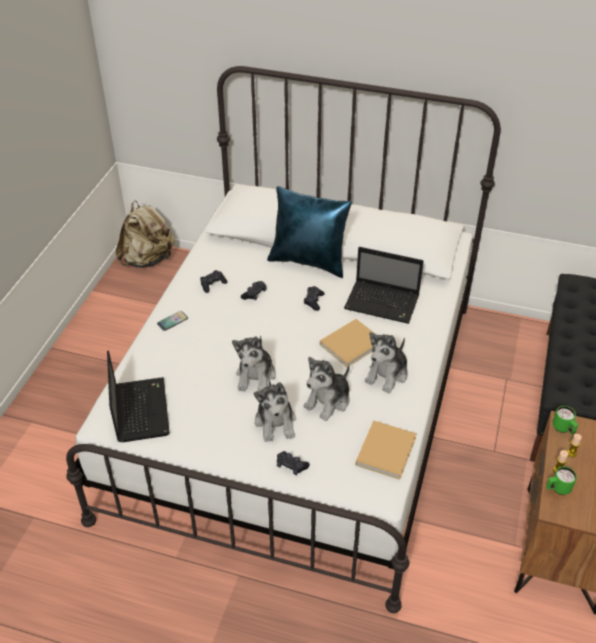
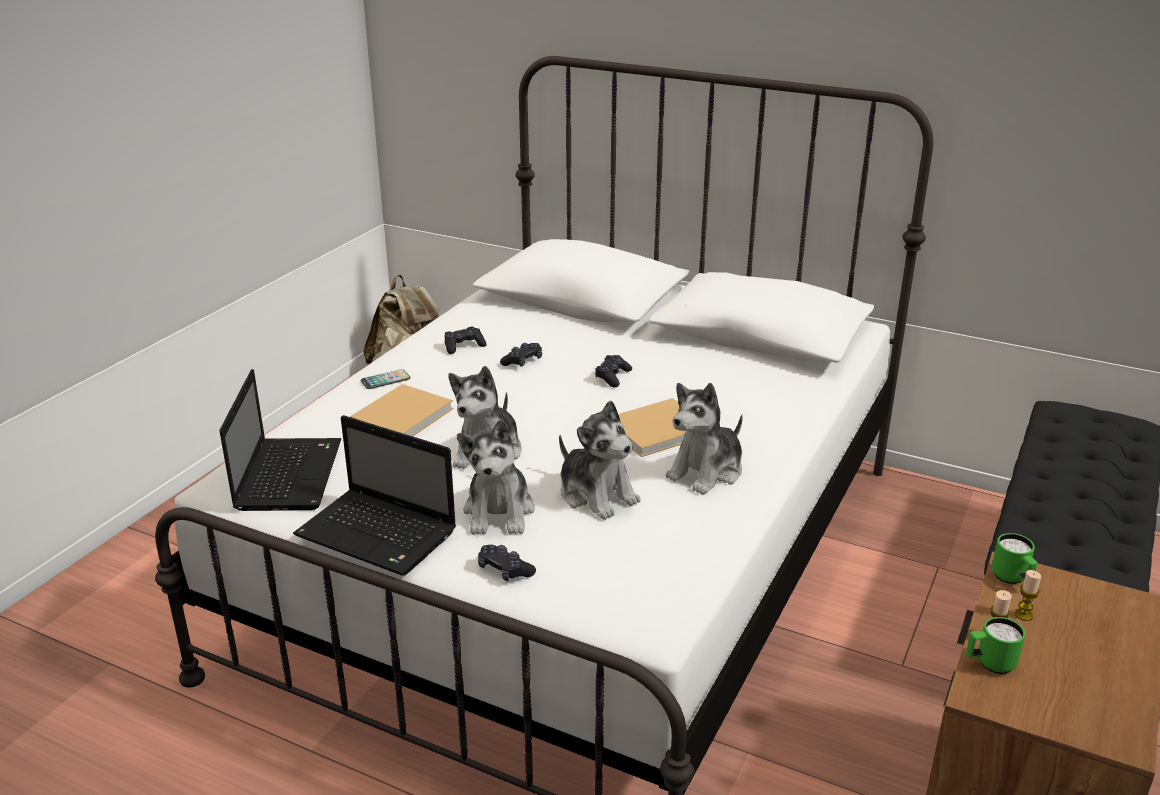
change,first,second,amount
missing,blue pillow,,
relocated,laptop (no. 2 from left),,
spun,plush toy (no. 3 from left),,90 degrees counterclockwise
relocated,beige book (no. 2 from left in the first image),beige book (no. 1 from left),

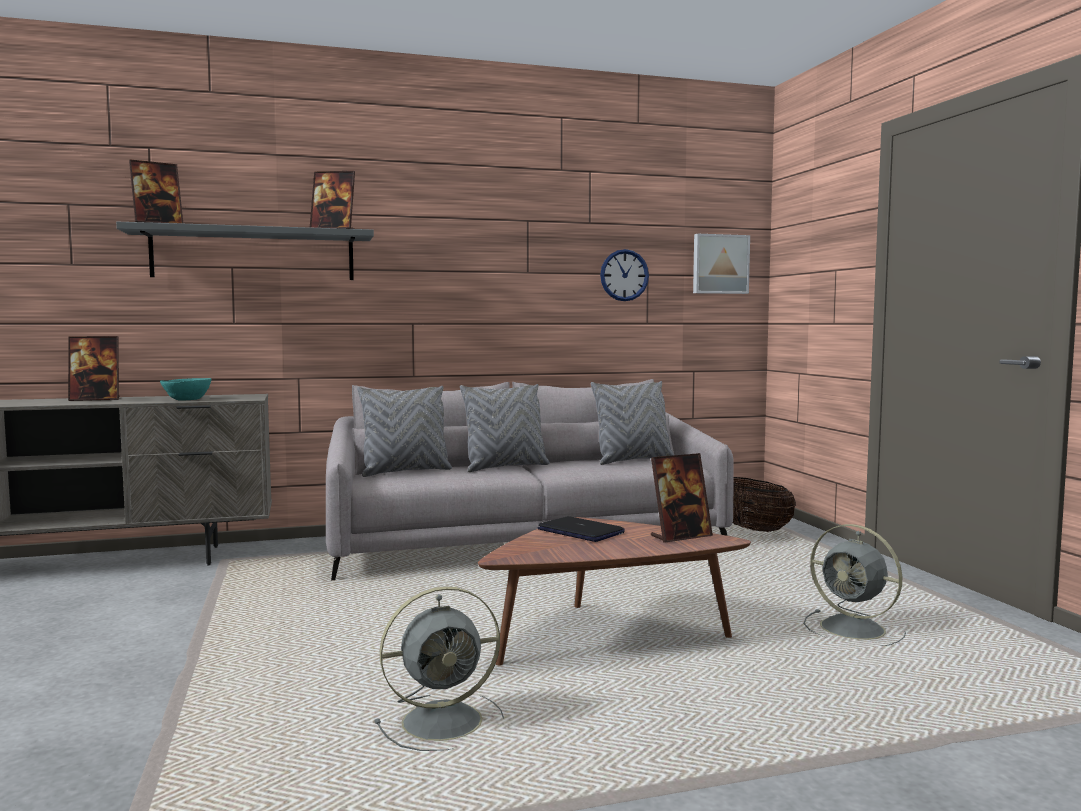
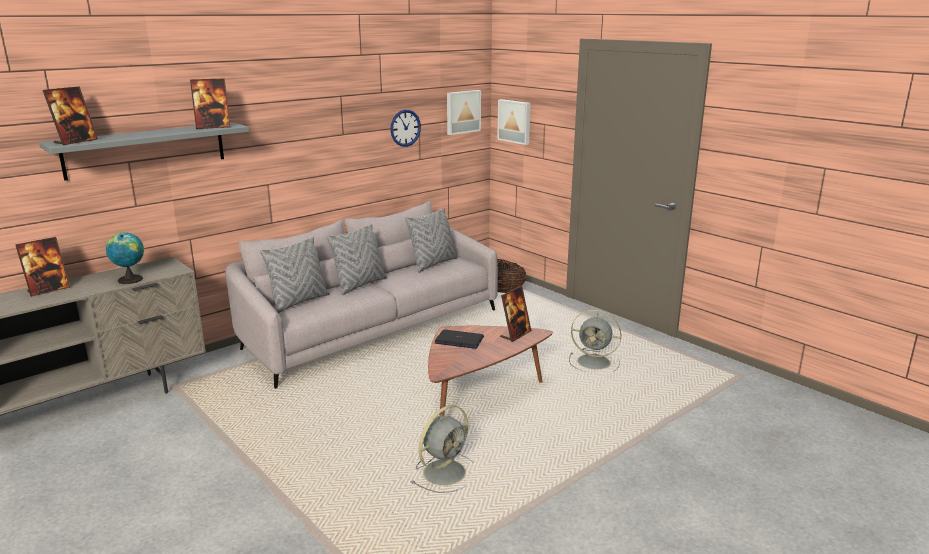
change,first,second,amount
exchanged,turquoise bowl,globe,
appeared,,picture (no. 2 from left),

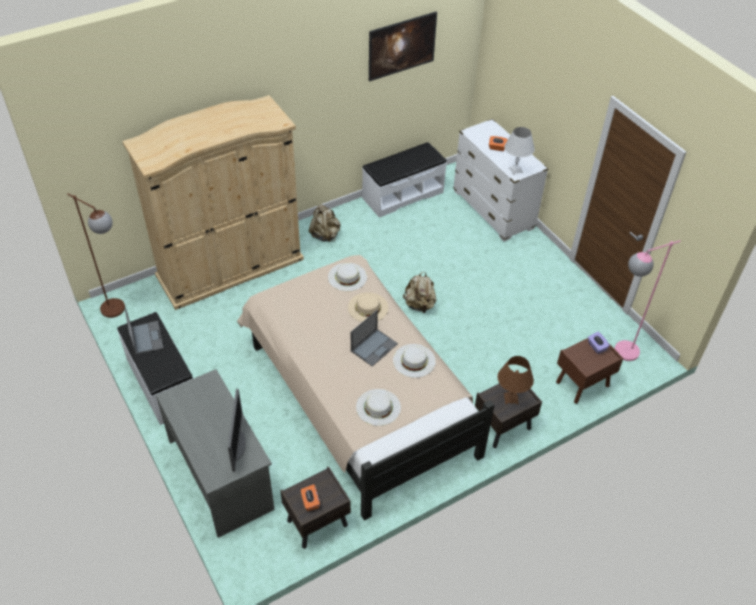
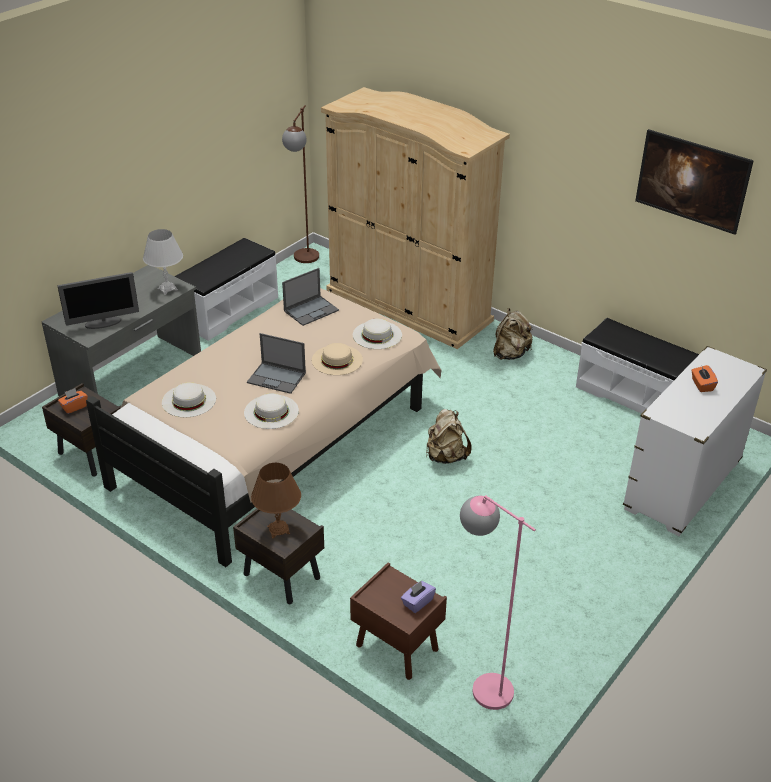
change,first,second,amount
relocated,white table lamp,,
relocated,laptop (no. 1 from left in the first image),laptop (no. 2 from left),

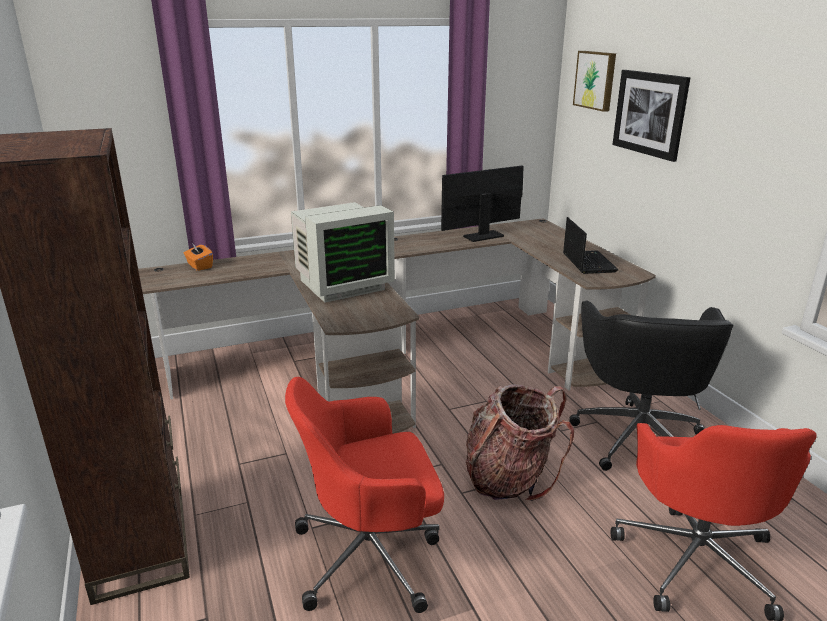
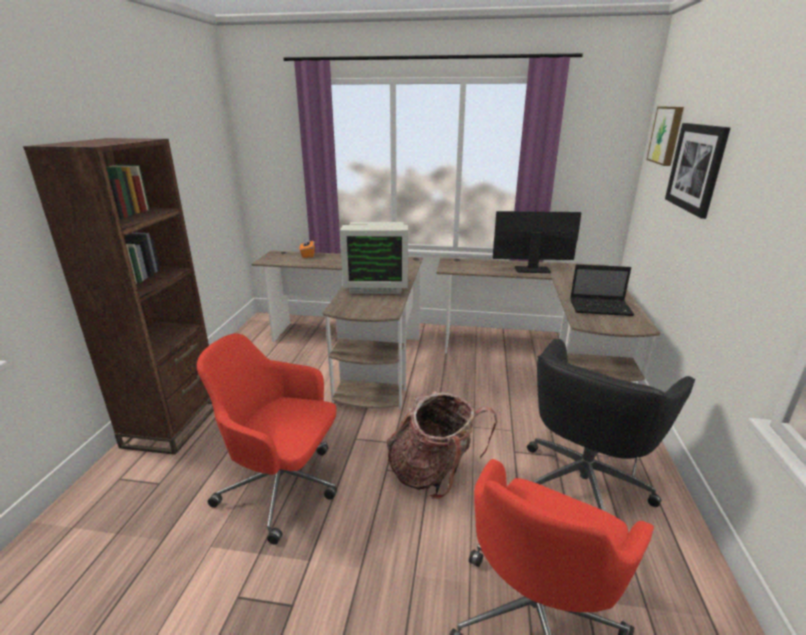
change,first,second,amount
spun,laptop,,75 degrees clockwise

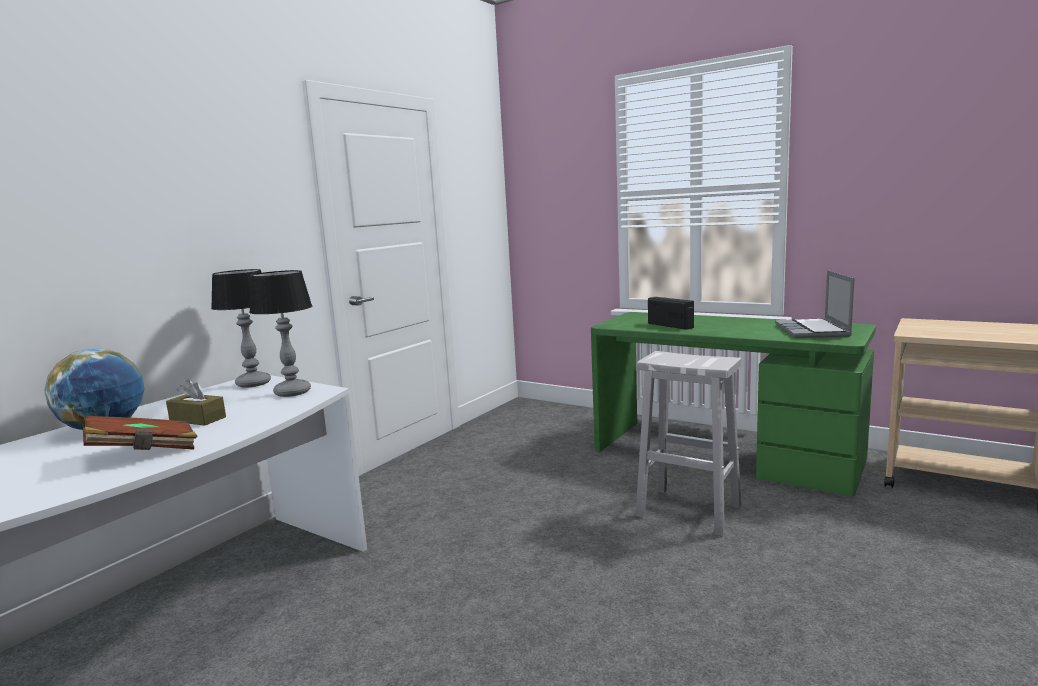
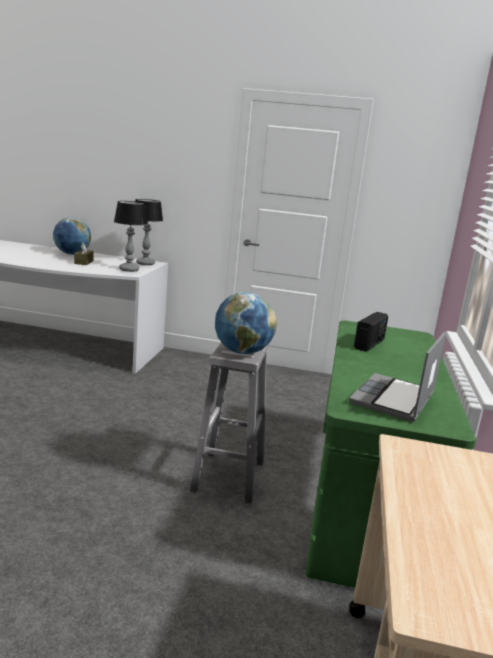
change,first,second,amount
spun,laptop,,45 degrees counterclockwise
missing,brown book,,
appeared,,globe (no. 2 from left),

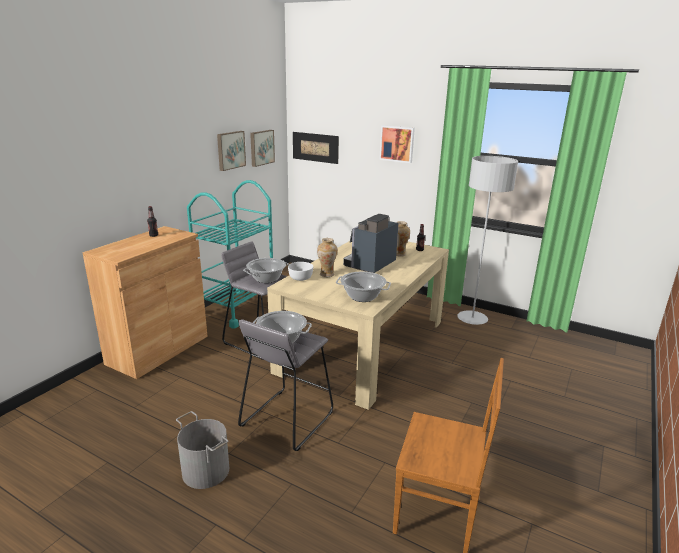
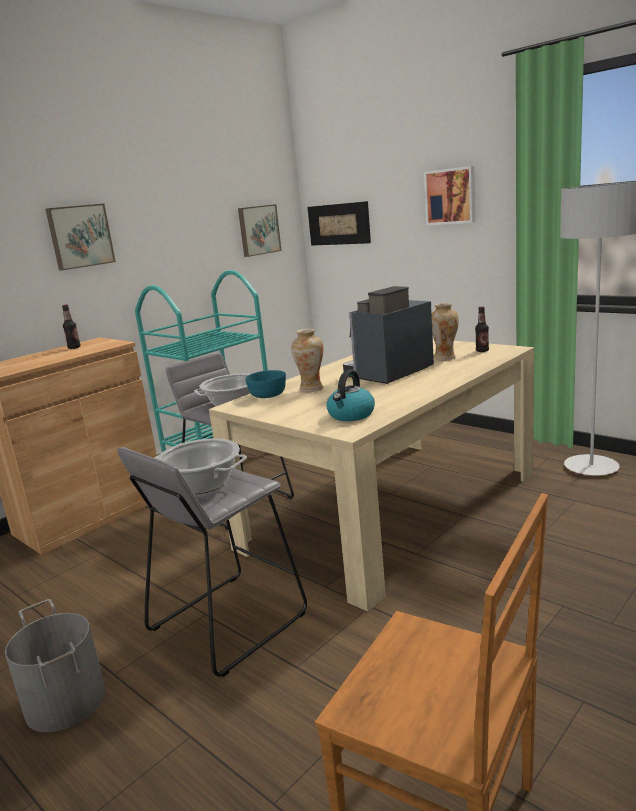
change,first,second,amount
relocated,picture (no. 1 from left),,
colour,white bowl,turquoise bowl,
exchanged,cooking pot (no. 3 from left),kettle,

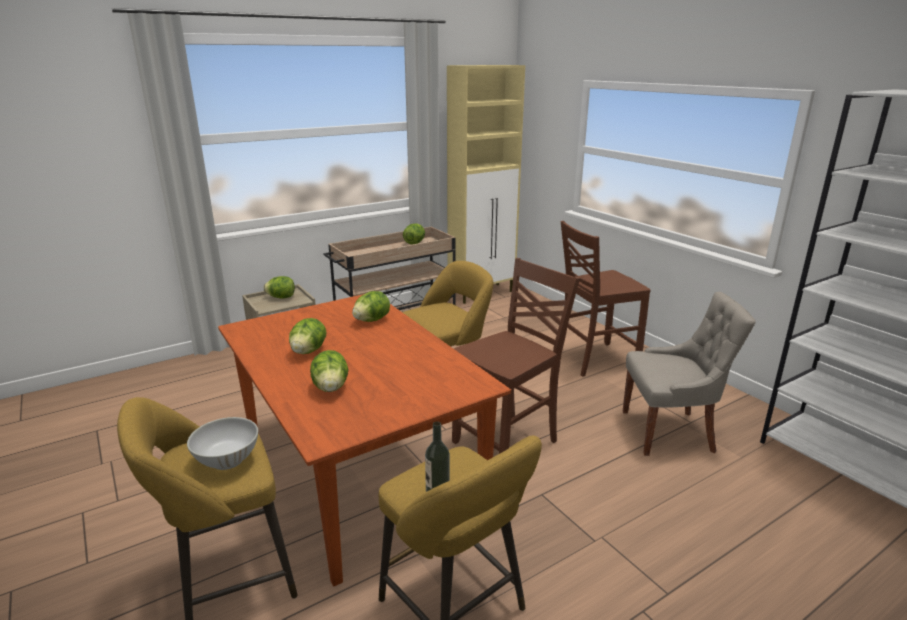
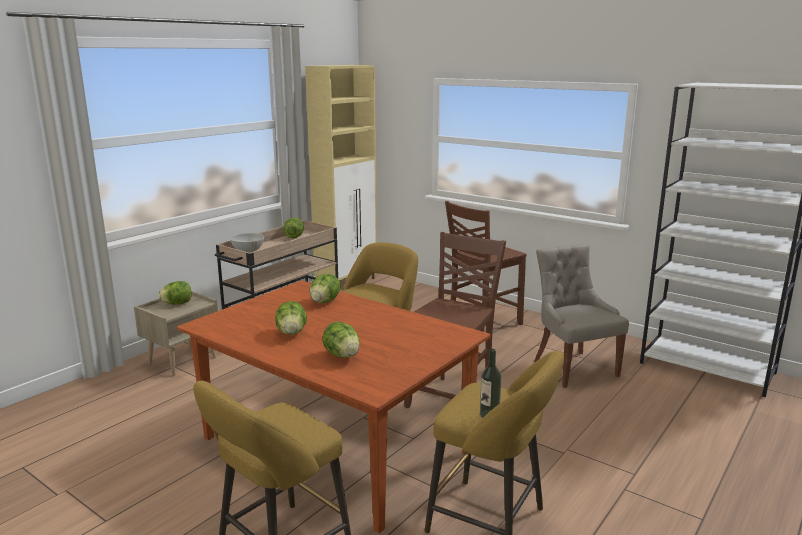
change,first,second,amount
spun,grey chair,,90 degrees counterclockwise
relocated,white bowl,,

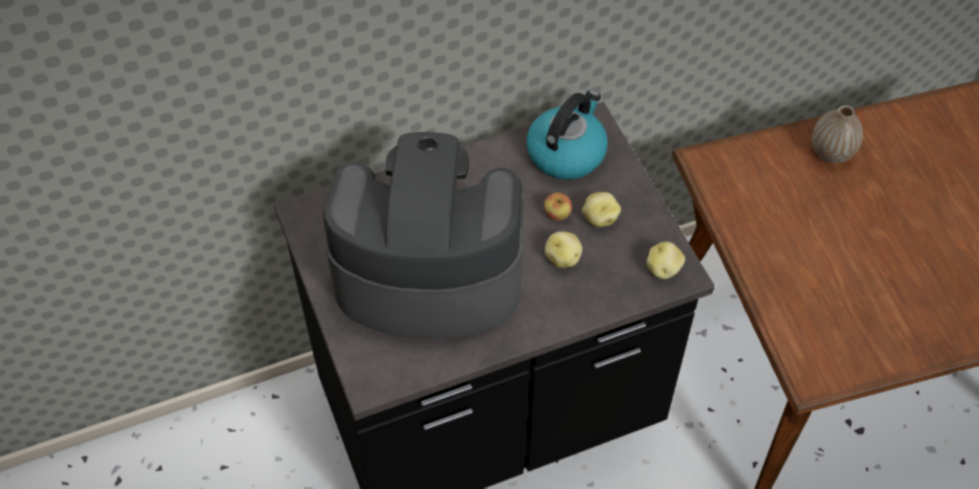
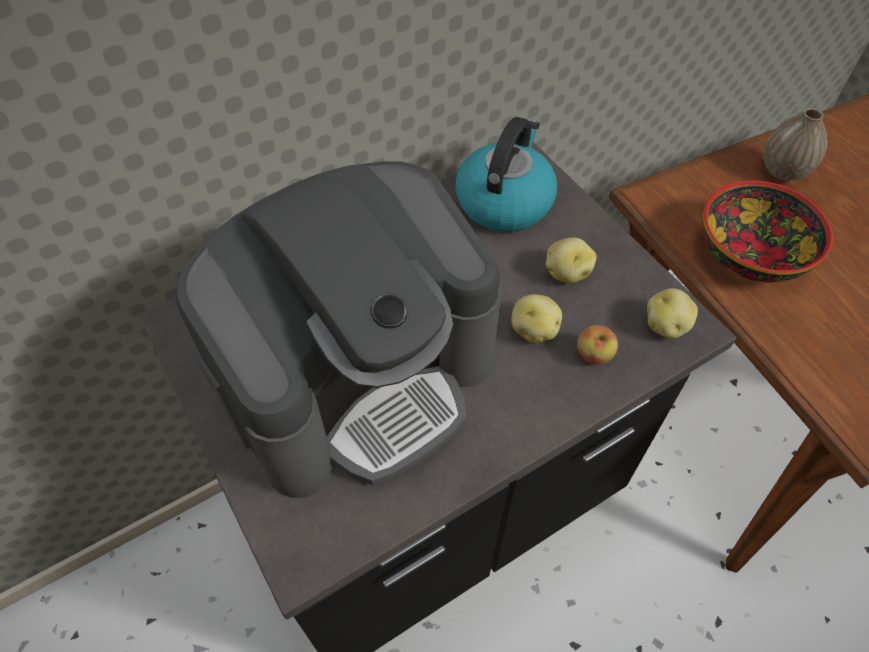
change,first,second,amount
spun,coffee machine,,150 degrees clockwise
relocated,apple,,
appeared,,bowl,

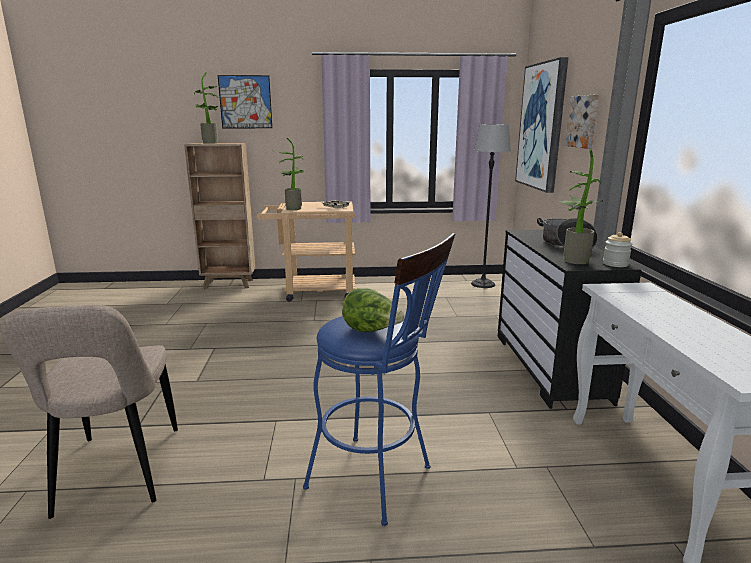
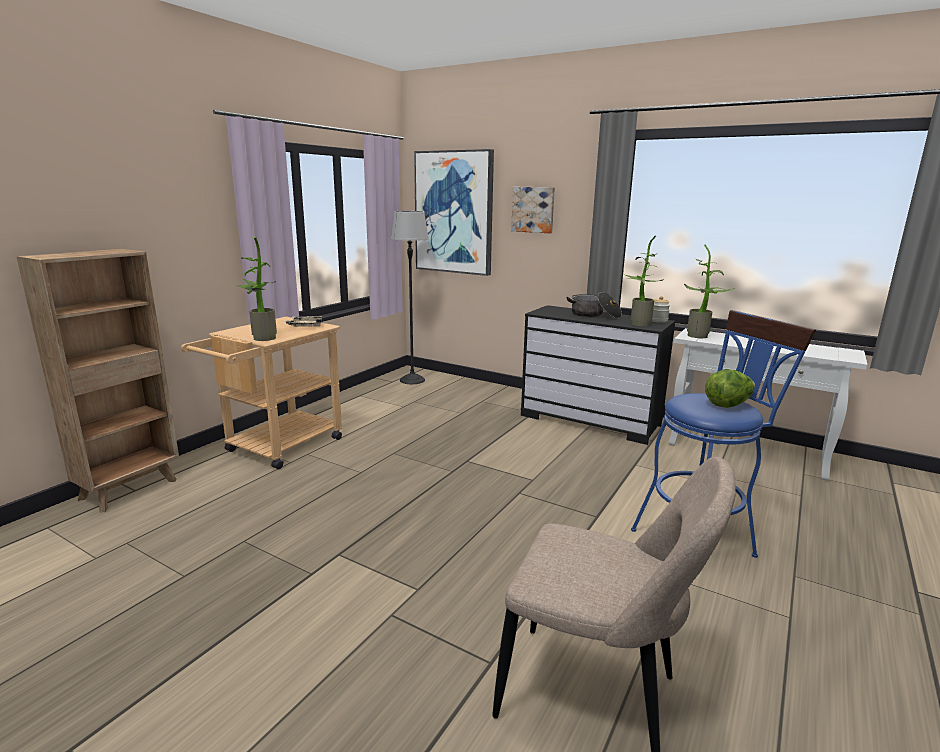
change,first,second,amount
relocated,potted plant (no. 1 from left in the first image),potted plant (no. 3 from left),
missing,picture (no. 1 from left),,

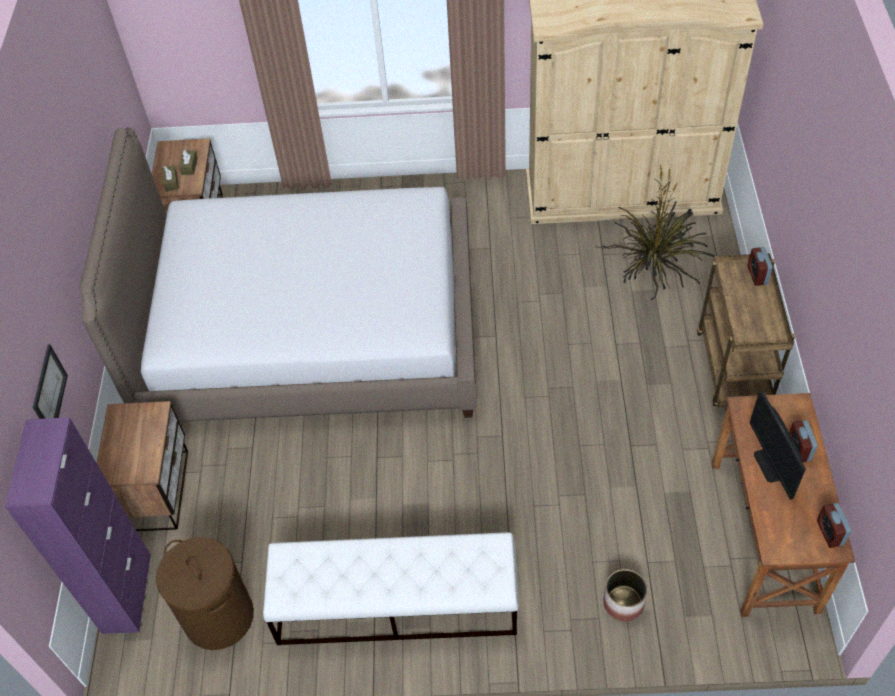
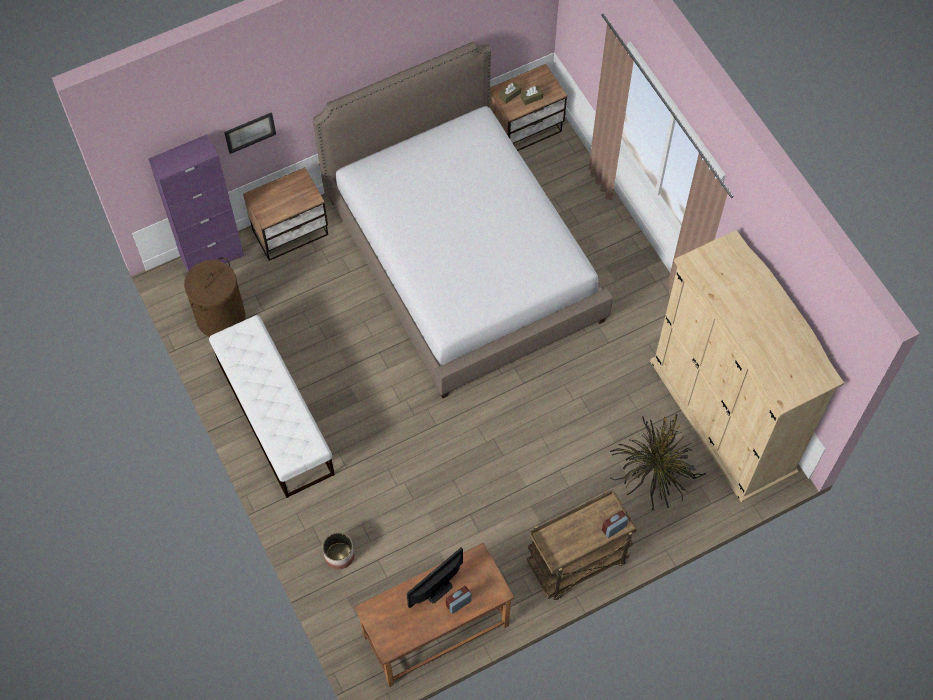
change,first,second,amount
missing,alarm clock (no. 3 from left),,

